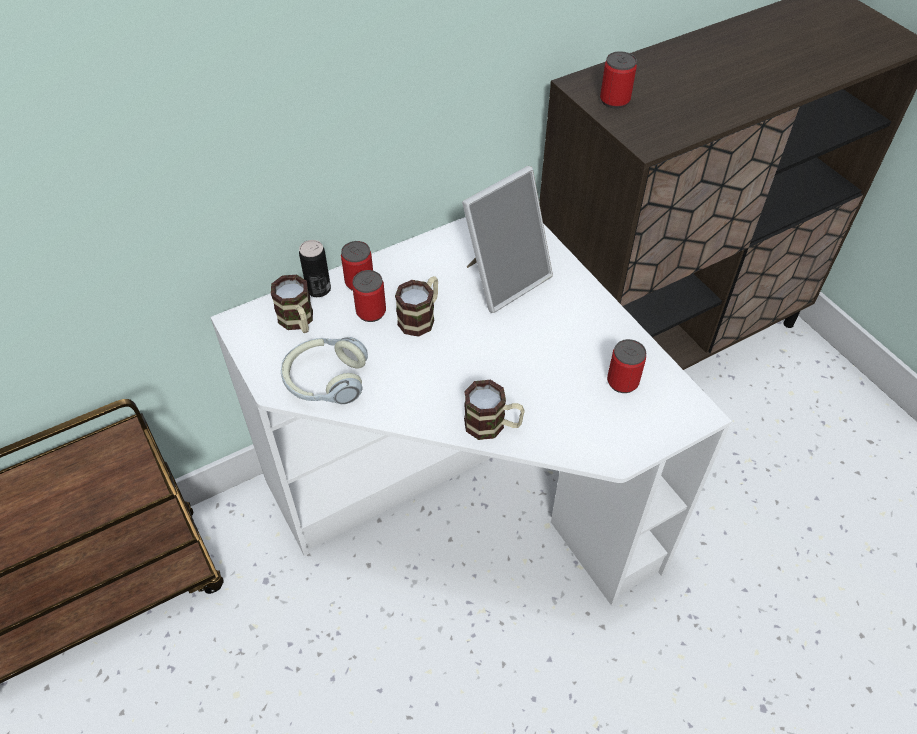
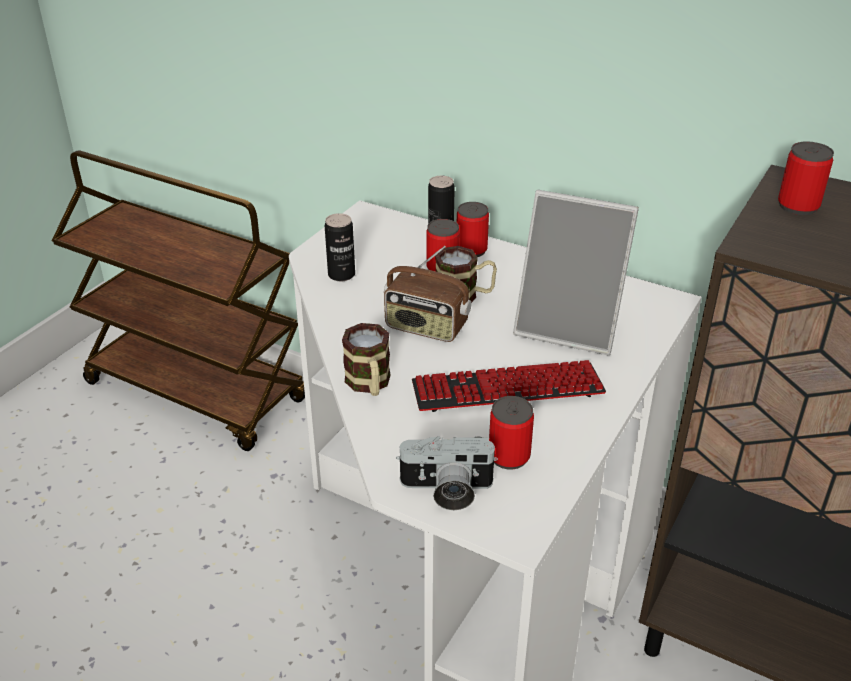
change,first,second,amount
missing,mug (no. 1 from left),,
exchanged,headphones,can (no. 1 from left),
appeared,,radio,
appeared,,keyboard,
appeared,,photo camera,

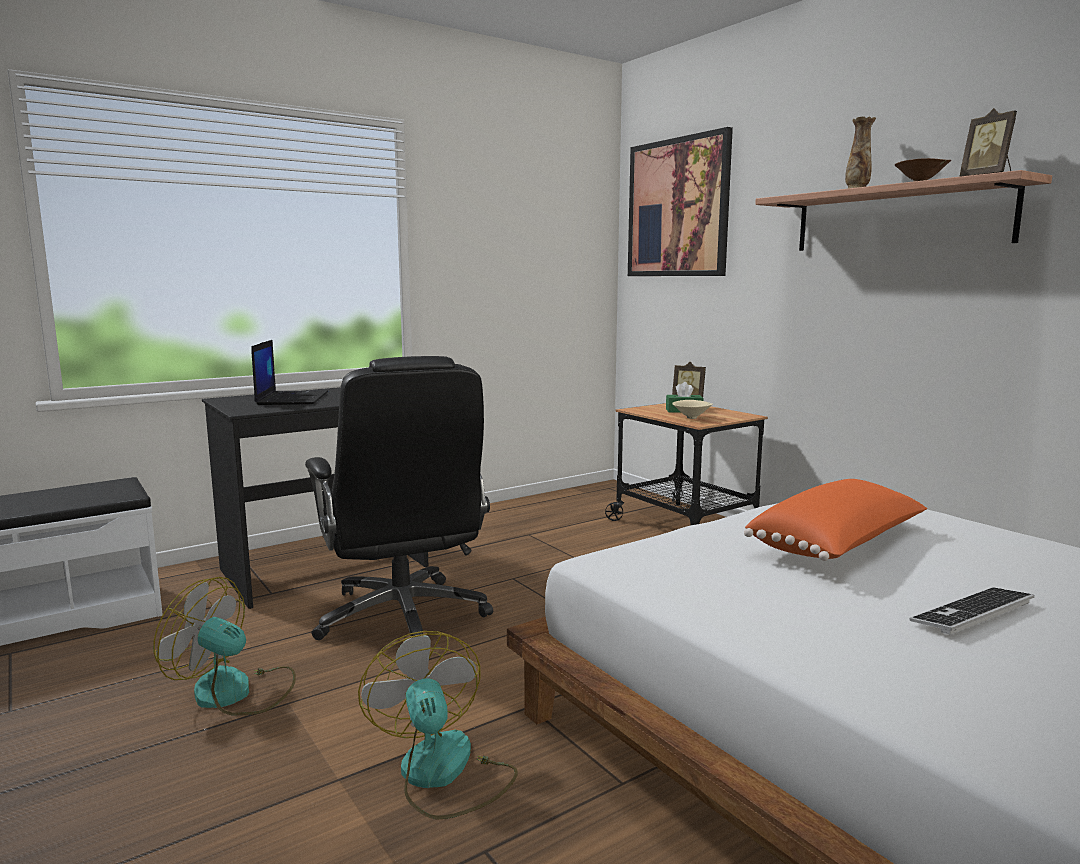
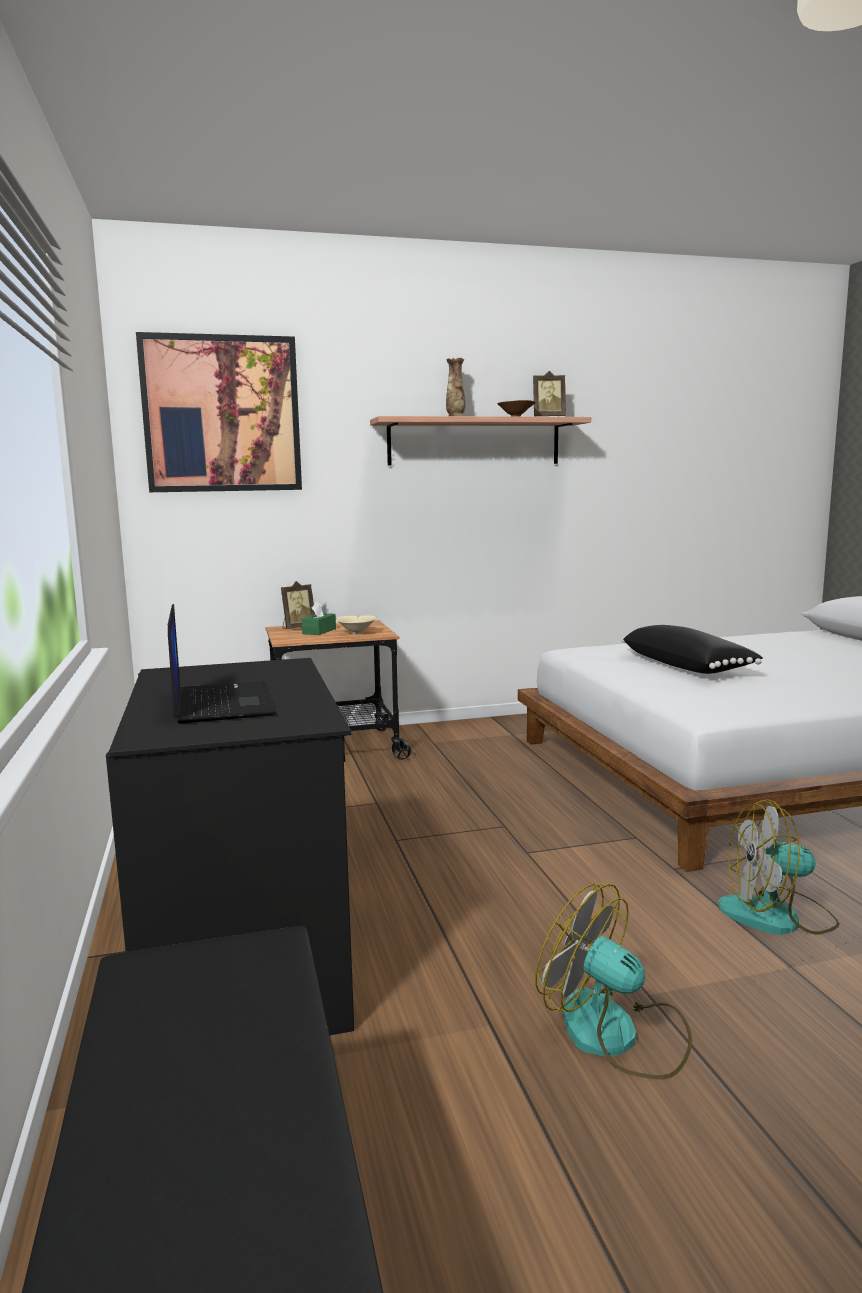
change,first,second,amount
spun,laptop,,60 degrees clockwise
missing,black office chair,,
colour,orange pillow,black pillow,
spun,fan (no. 1 from left),,90 degrees clockwise
missing,keyboard,,

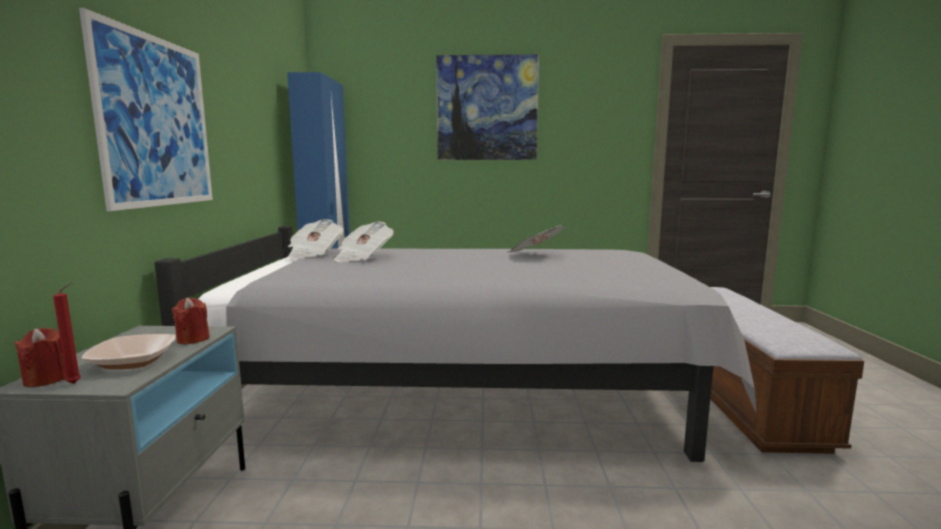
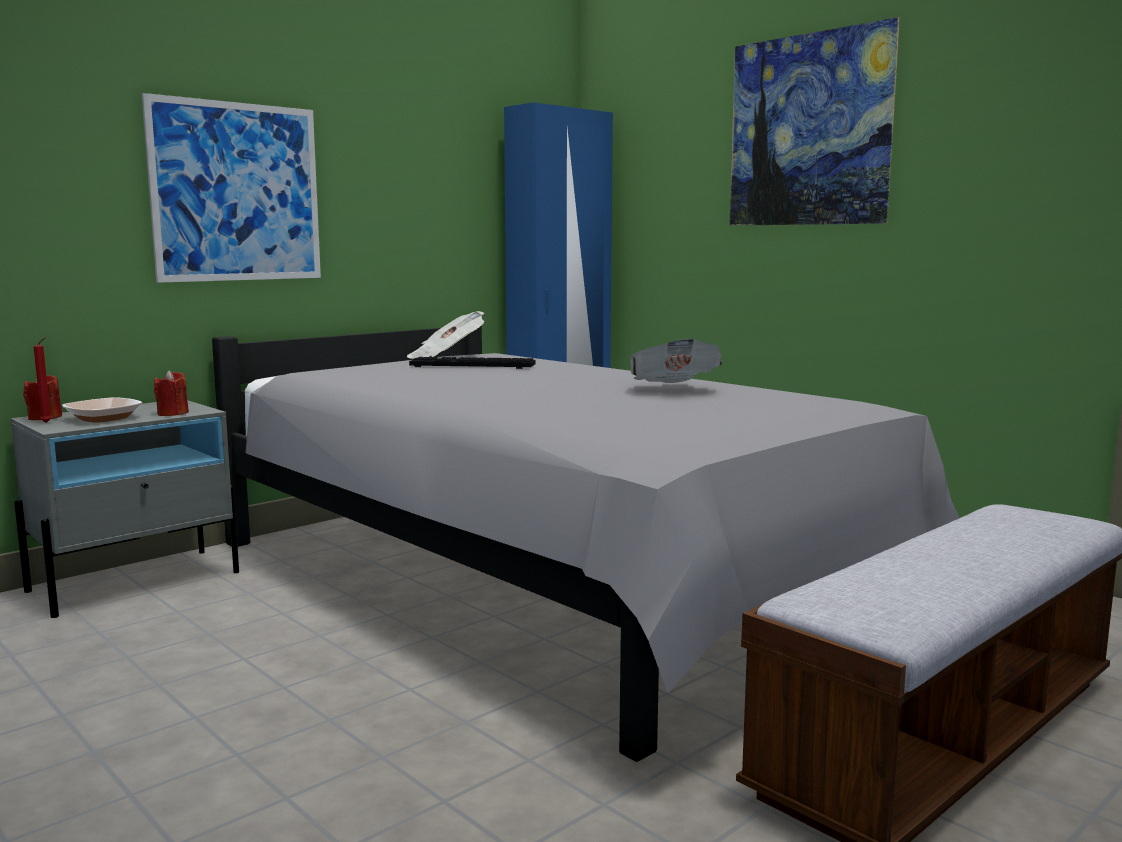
change,first,second,amount
exchanged,newspaper (no. 2 from left),keyboard,

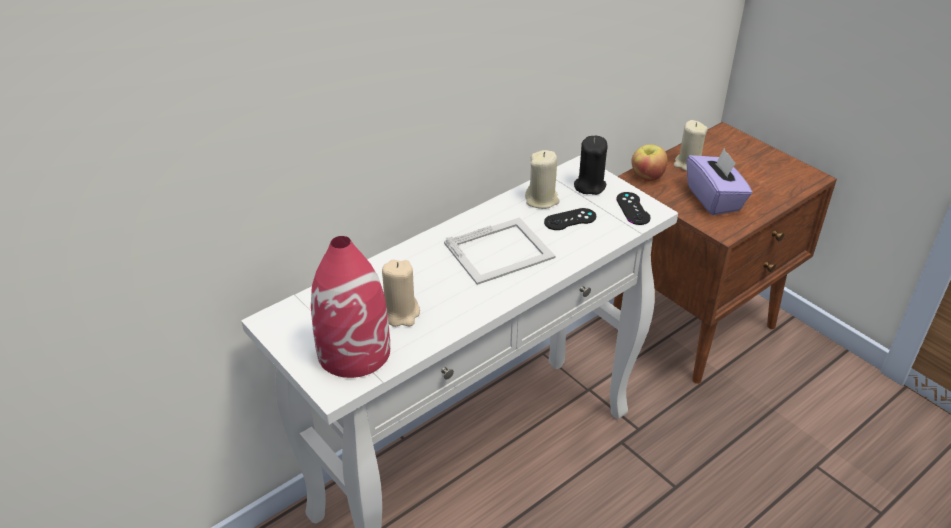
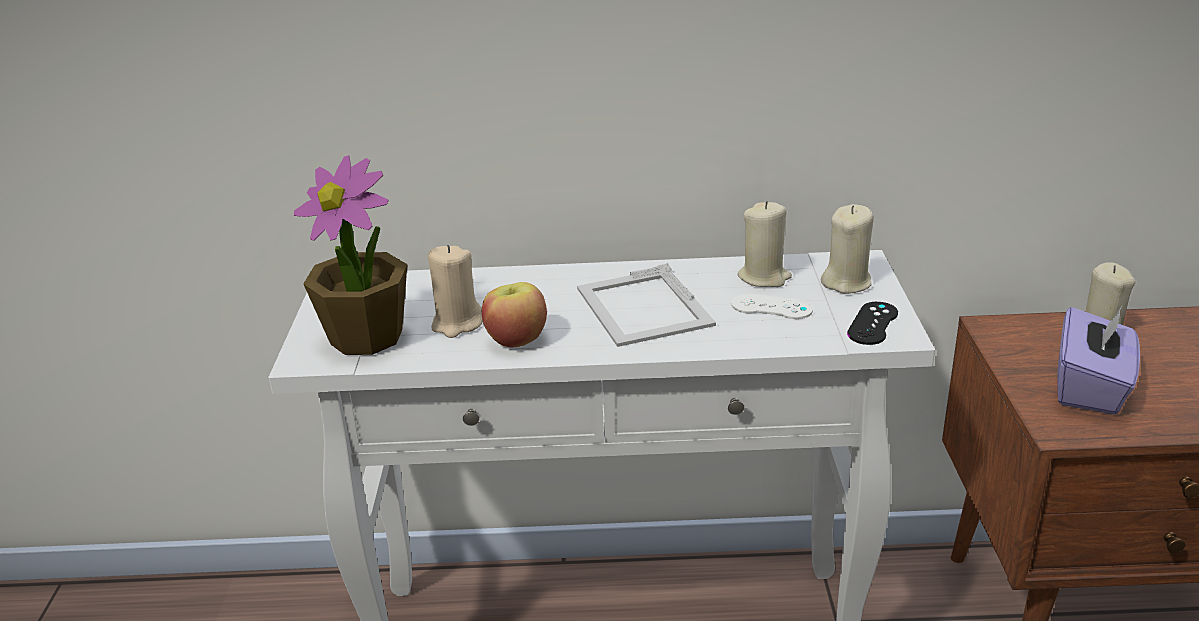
change,first,second,amount
colour,black candle,beige candle (no. 3 from left),
relocated,apple,,
colour,black game controller (no. 1 from left),white game controller,
spun,picture frame,,60 degrees clockwise
exchanged,red vase,potted plant,

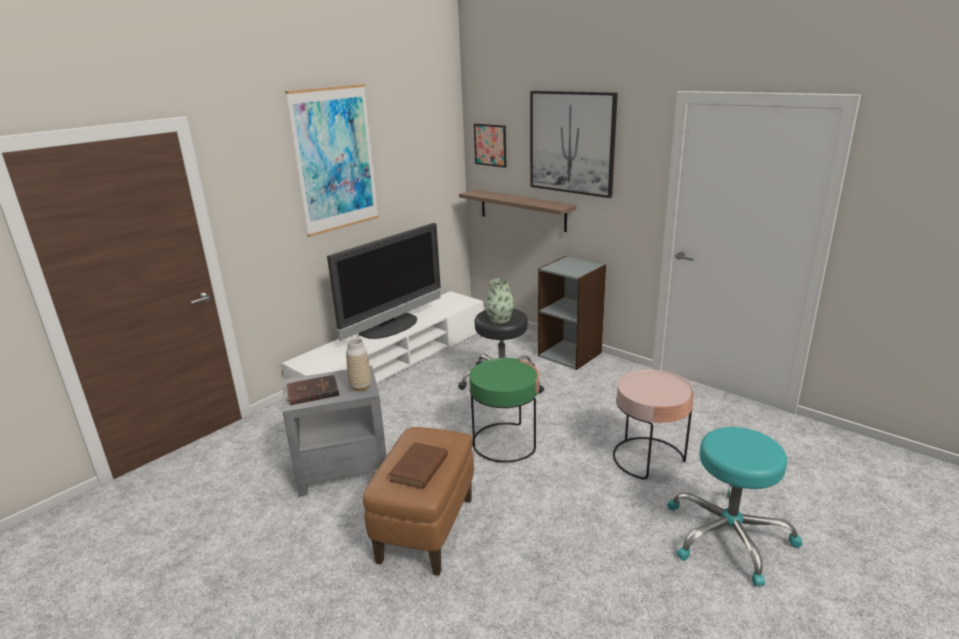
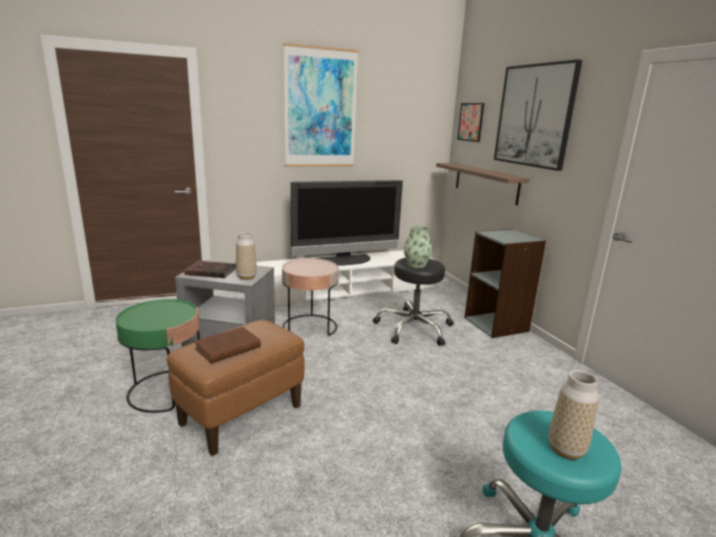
change,first,second,amount
relocated,green side table,,
relocated,pink side table,,
appeared,,vase (no. 3 from left),

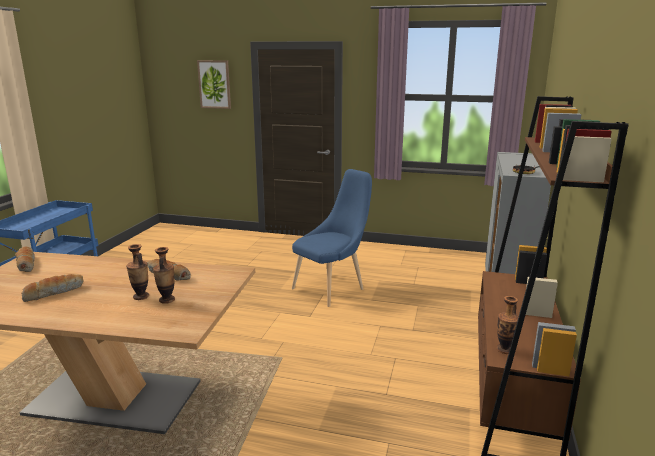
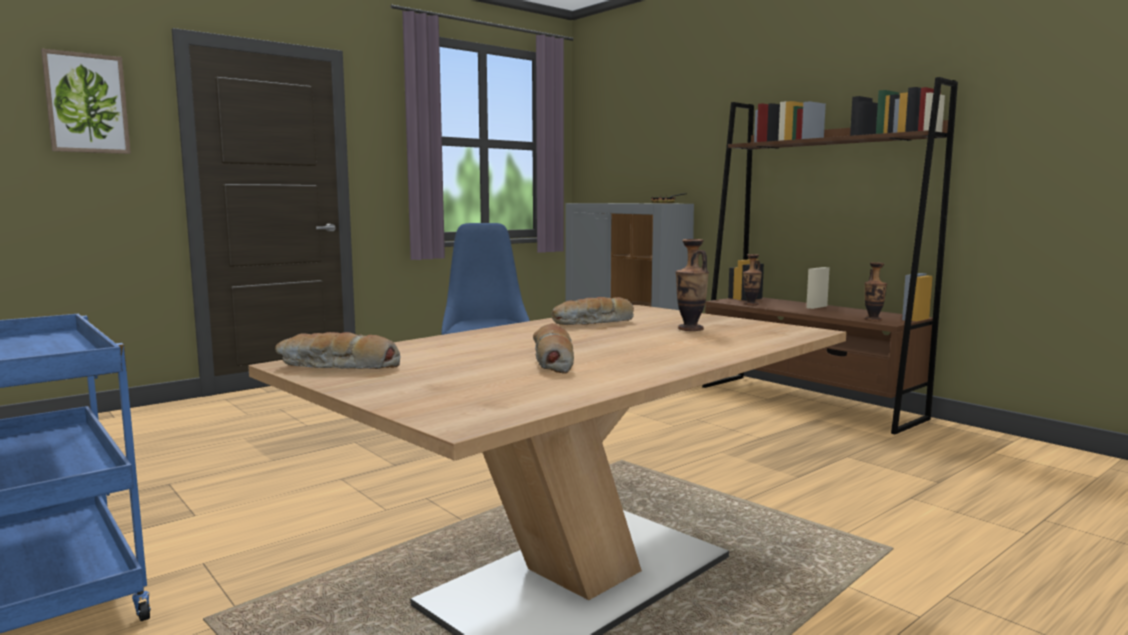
change,first,second,amount
relocated,vase (no. 1 from left in the first image),vase (no. 2 from left),

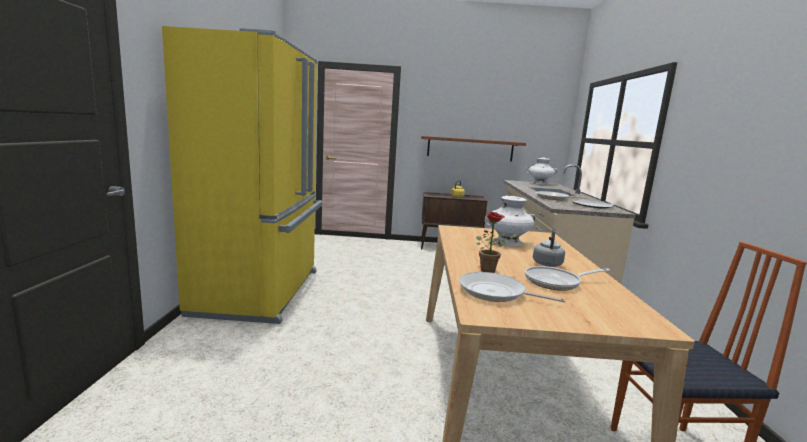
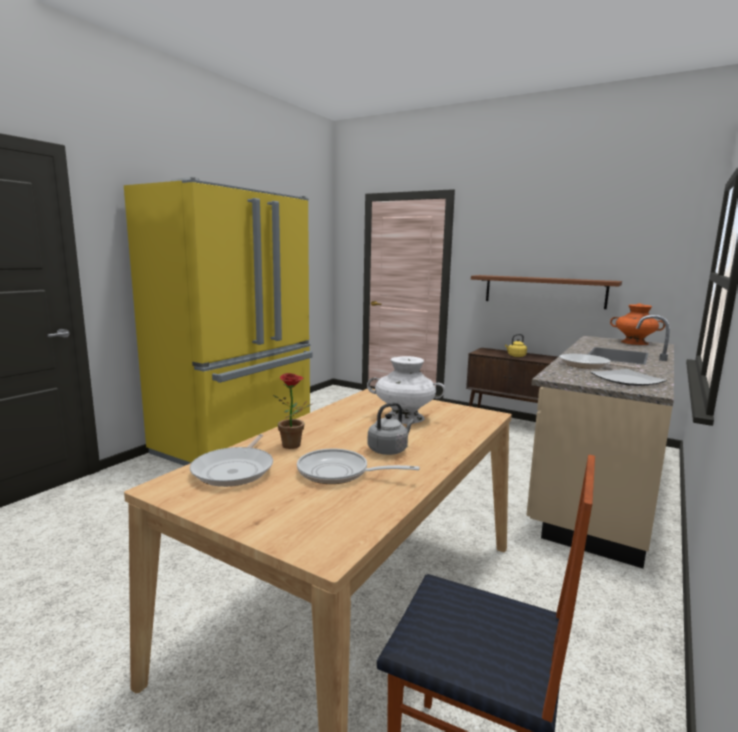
change,first,second,amount
colour,white vase (no. 2 from left),orange vase,
spun,frying pan (no. 1 from left),,135 degrees counterclockwise

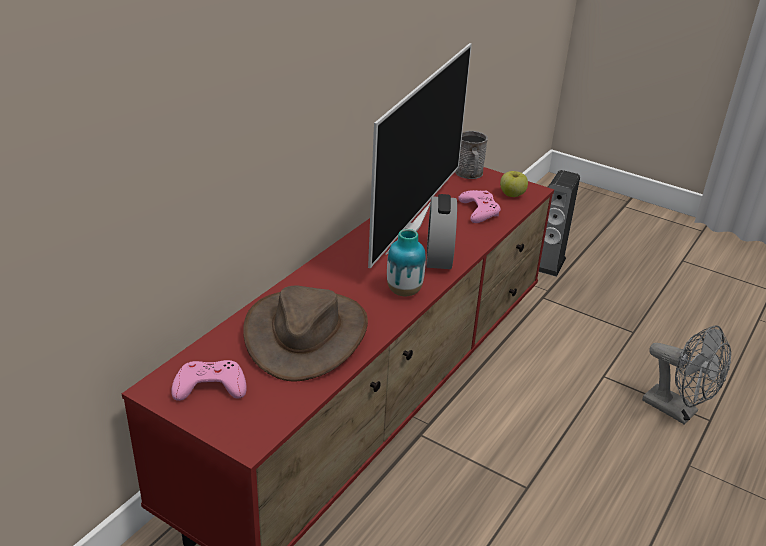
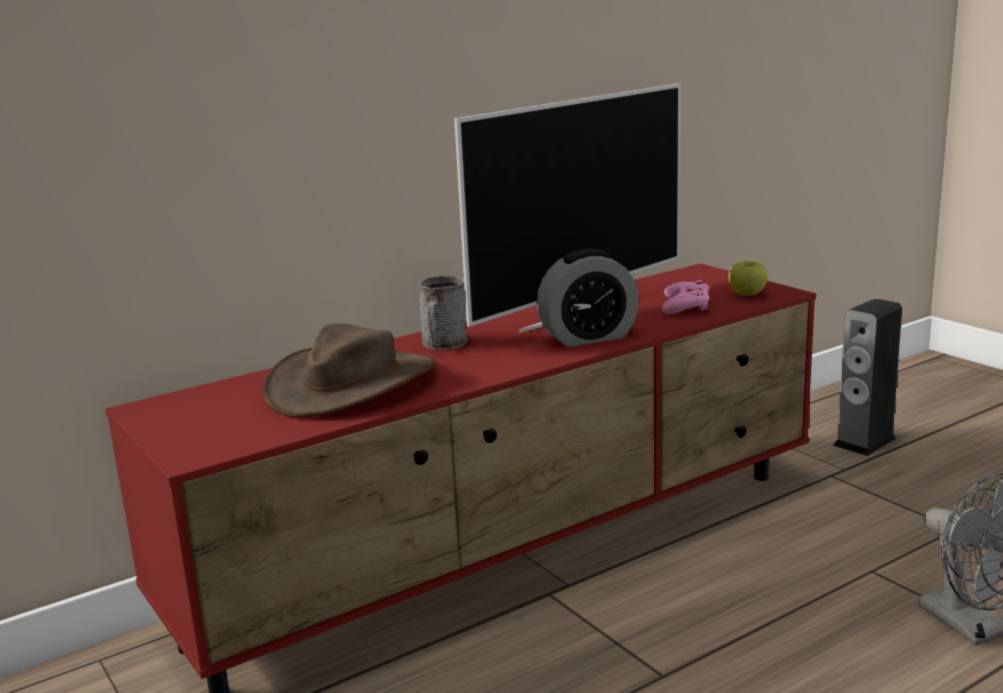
change,first,second,amount
relocated,grey mug,,
spun,alarm clock,,135 degrees counterclockwise
missing,vase,,
missing,pink game controller (no. 1 from left),,

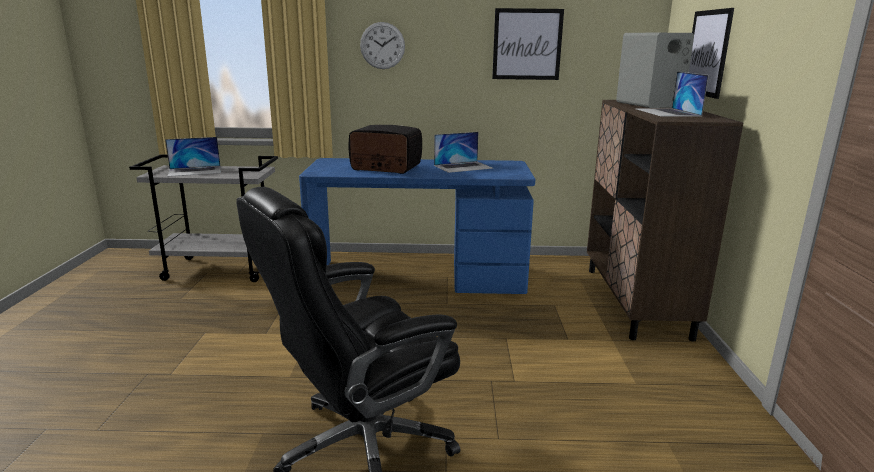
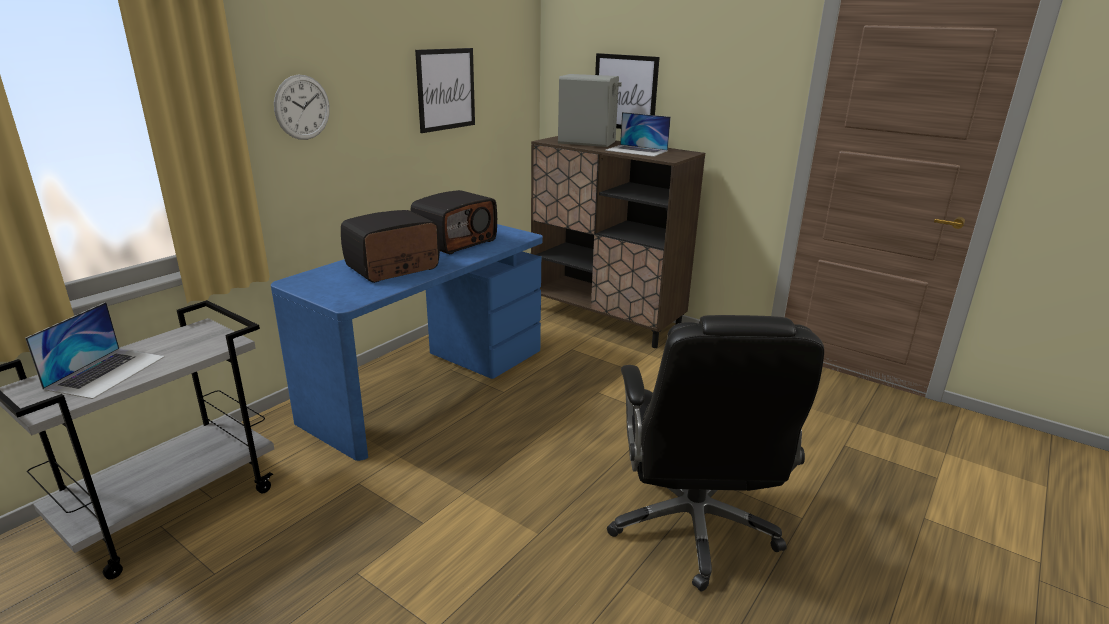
change,first,second,amount
exchanged,laptop (no. 2 from left),radio (no. 2 from left),

